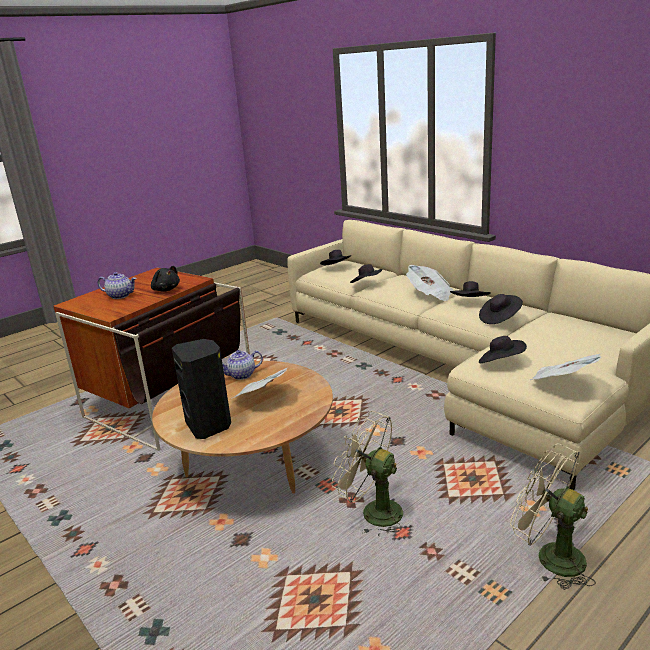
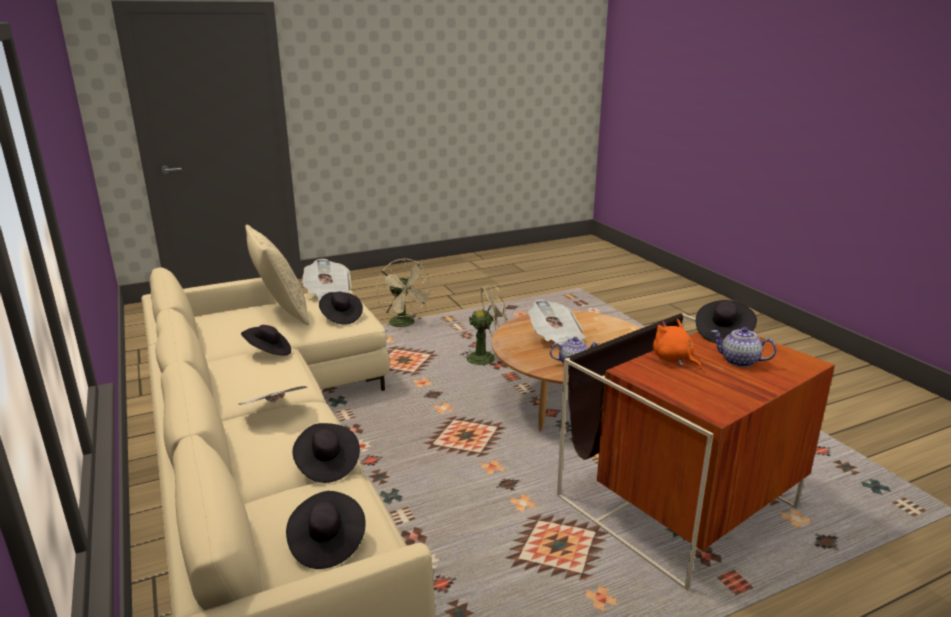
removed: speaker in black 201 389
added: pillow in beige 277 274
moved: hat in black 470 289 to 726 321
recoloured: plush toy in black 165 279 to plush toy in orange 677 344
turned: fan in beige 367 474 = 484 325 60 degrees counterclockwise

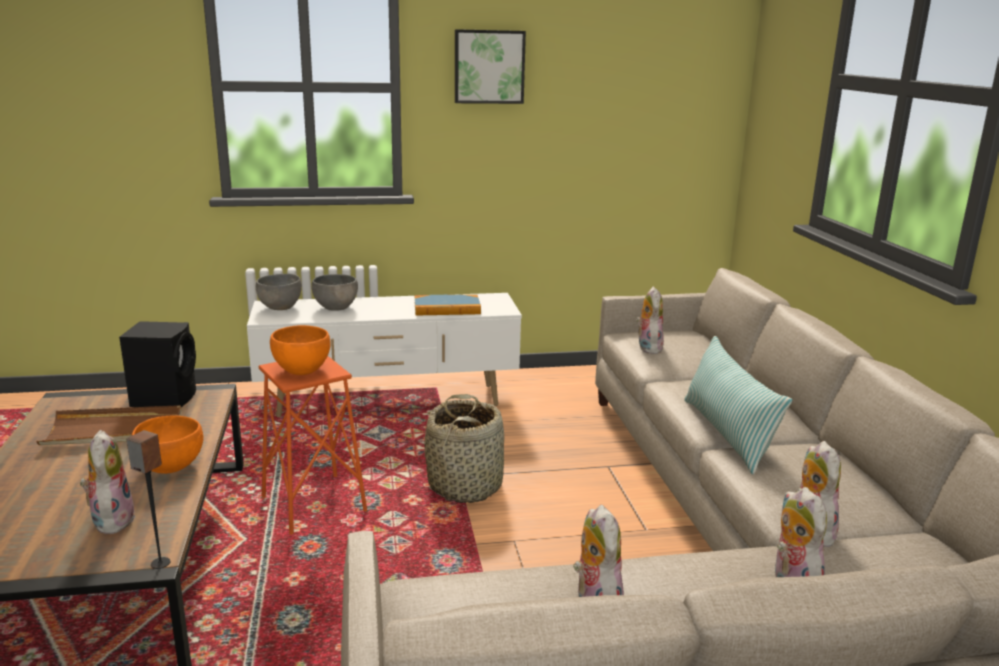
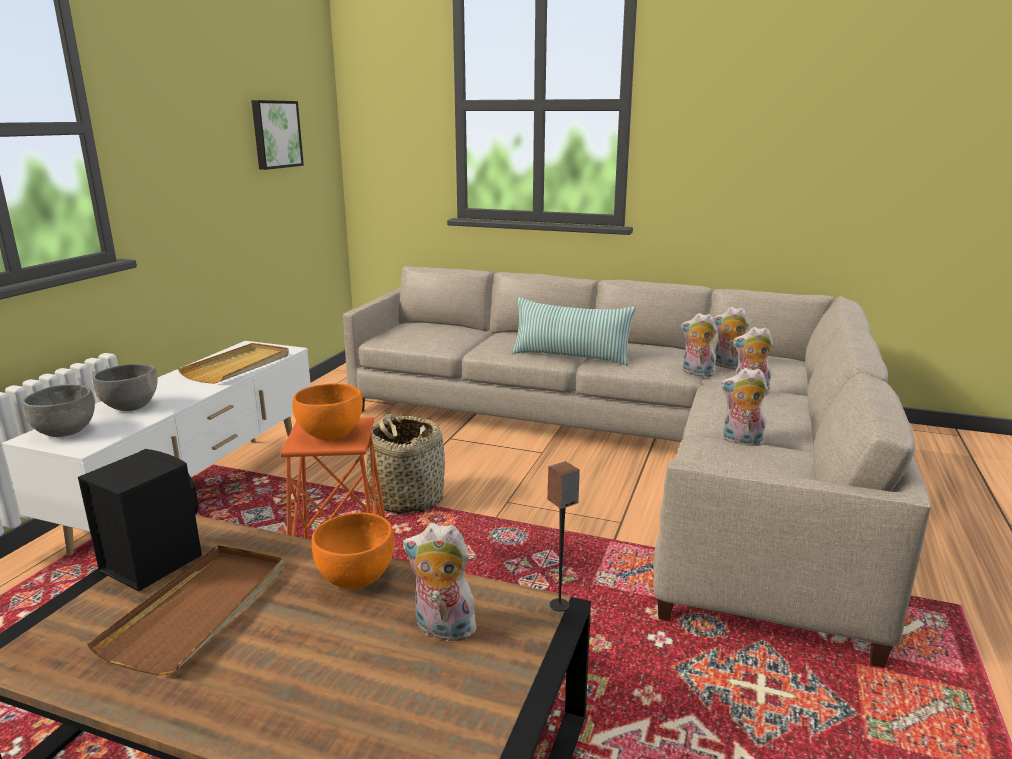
moved: picture 490 66 to 277 135; plush toy 650 320 to 731 338
replaced: book 447 305 to tray in beige 233 363

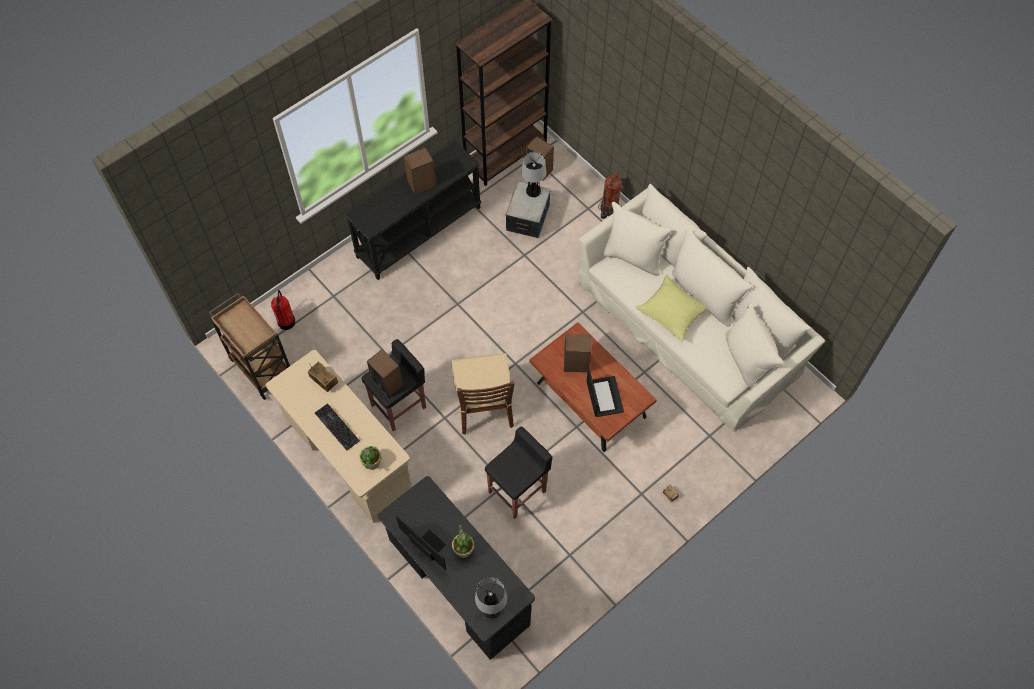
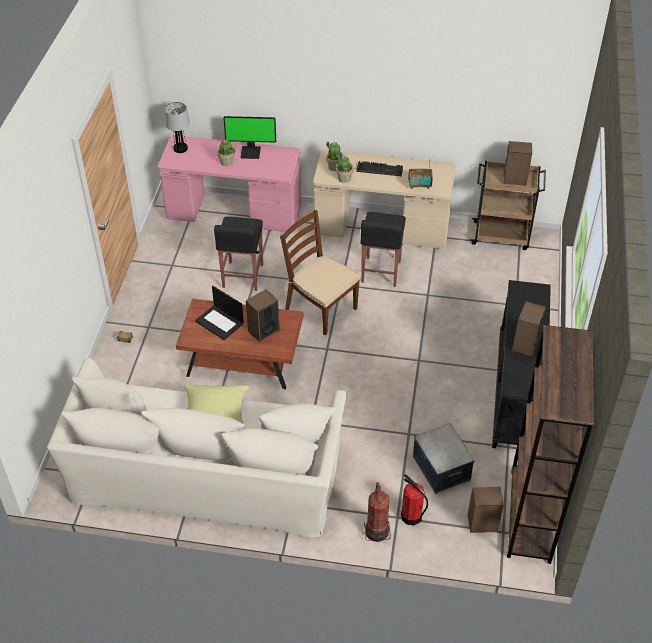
removed: table lamp 533 174
added: potted plant 344 169
moved: fire extinguisher 283 310 to 414 499; speaker 385 373 to 518 163
recoloured: desk in black 456 568 to desk in pink 229 184

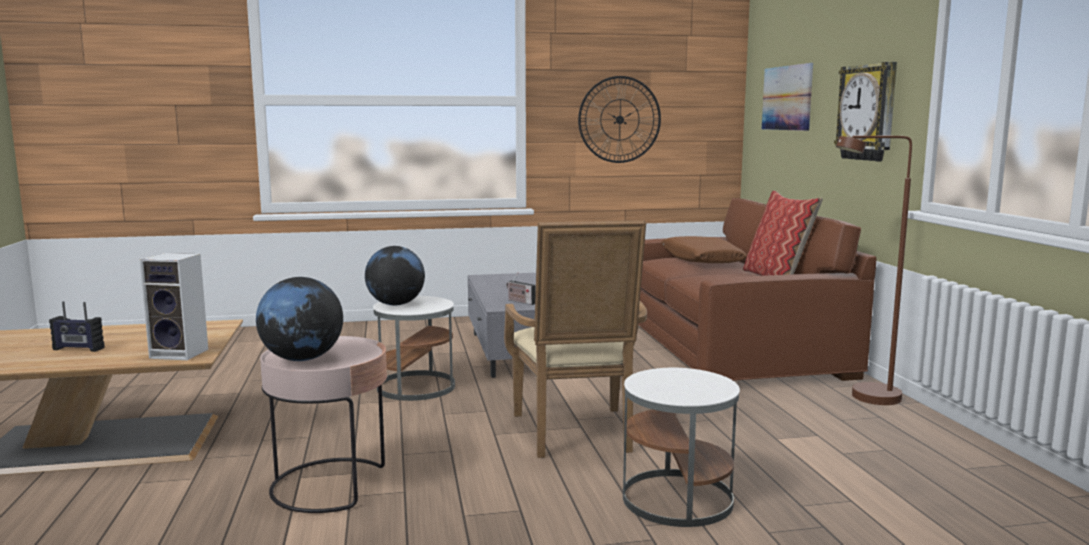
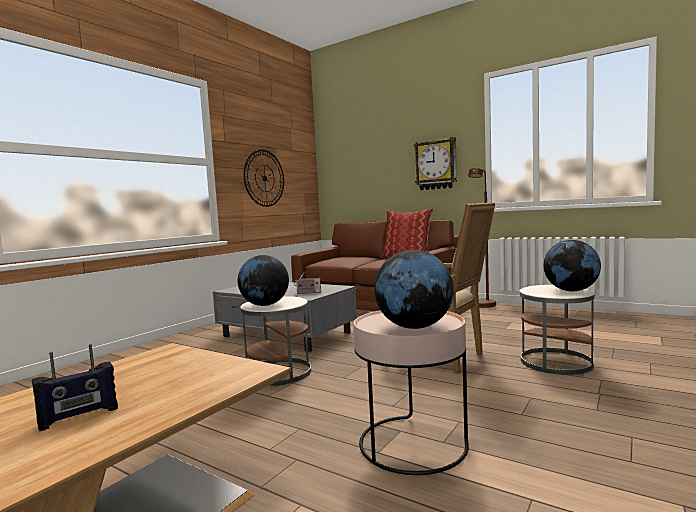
removed: picture 787 97; pillow in brown 704 249; speaker 173 306
added: globe 572 265

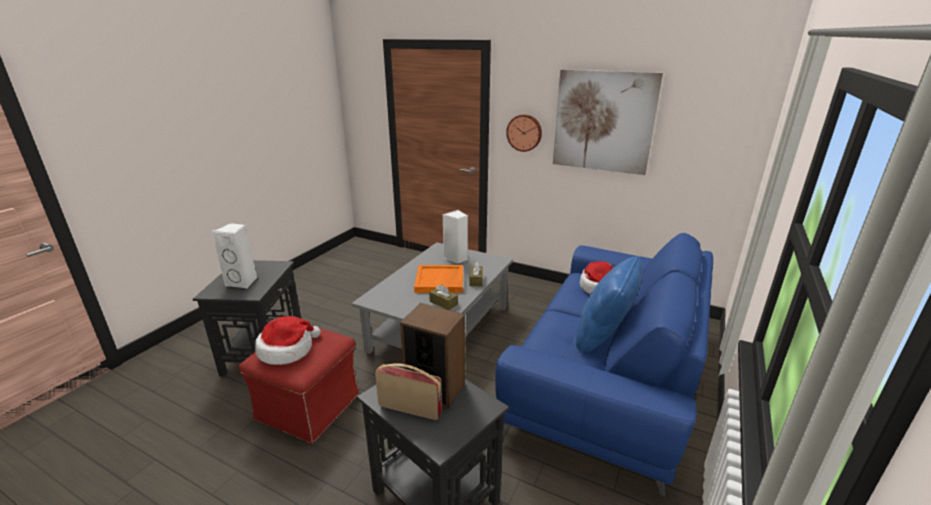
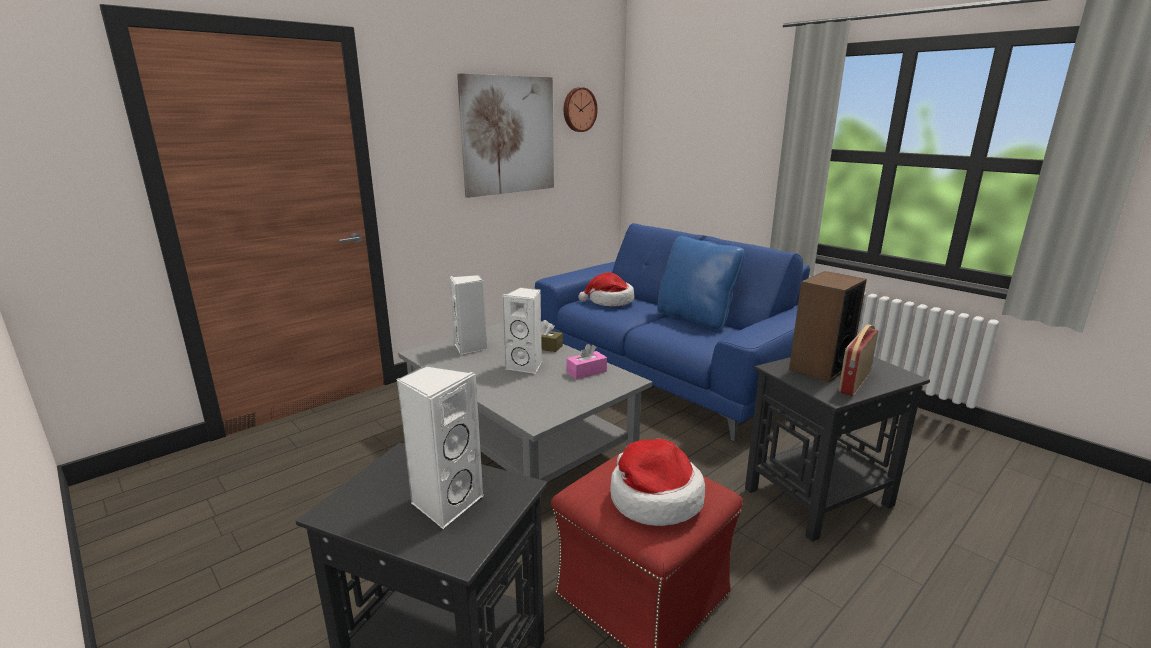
moved: wall clock 524 133 to 581 109
replaced: tray in orange 438 279 to speaker in white 522 330
recoloured: tissue box in brown 443 297 to tissue box in pink 586 362

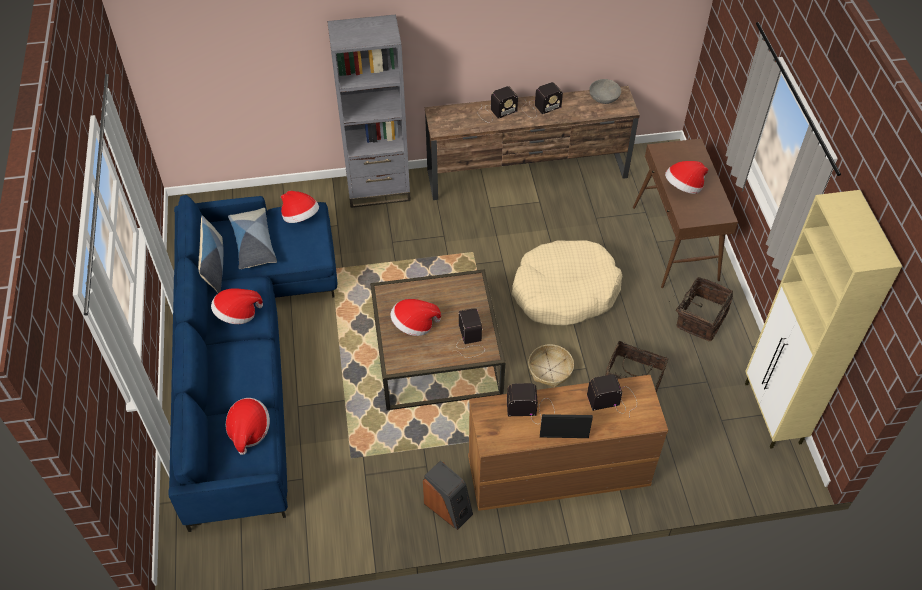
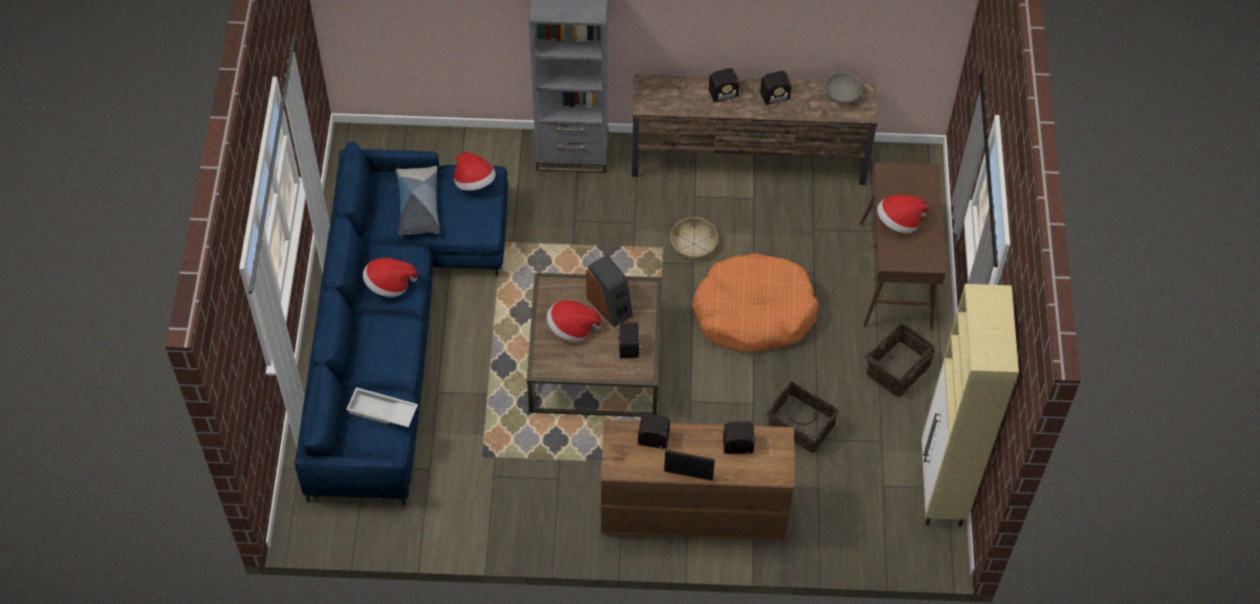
removed: pillow 211 254
moved: basket 551 365 to 694 239; speaker 448 495 to 609 291
replaced: hat 248 426 to tray in white 382 407
recoloured: dog bed in beige 567 283 to dog bed in orange 755 302

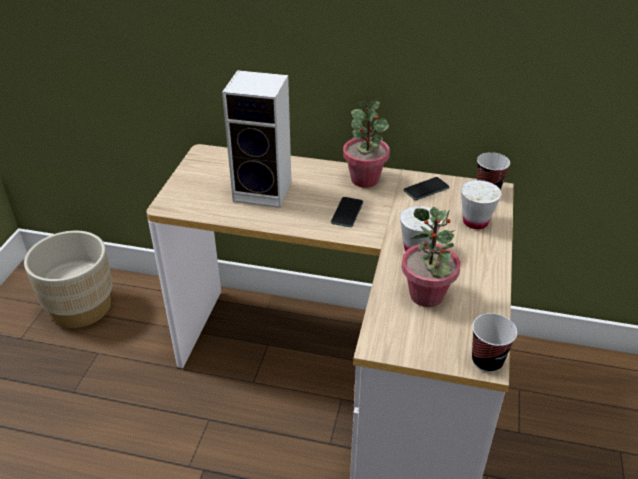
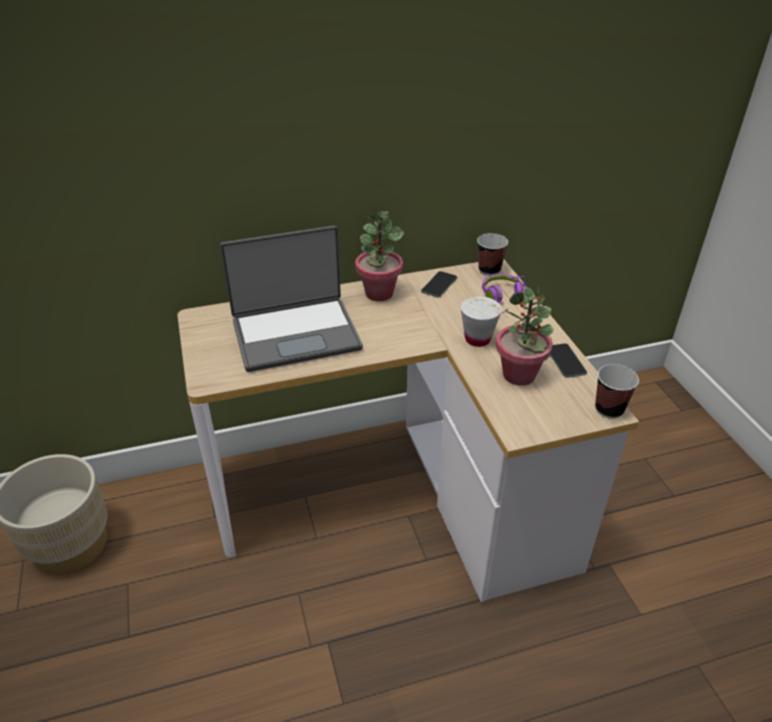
moved: phone 347 212 to 568 360
replaced: speaker 257 139 to laptop 291 299; cup in white 481 204 to headphones in purple 504 293

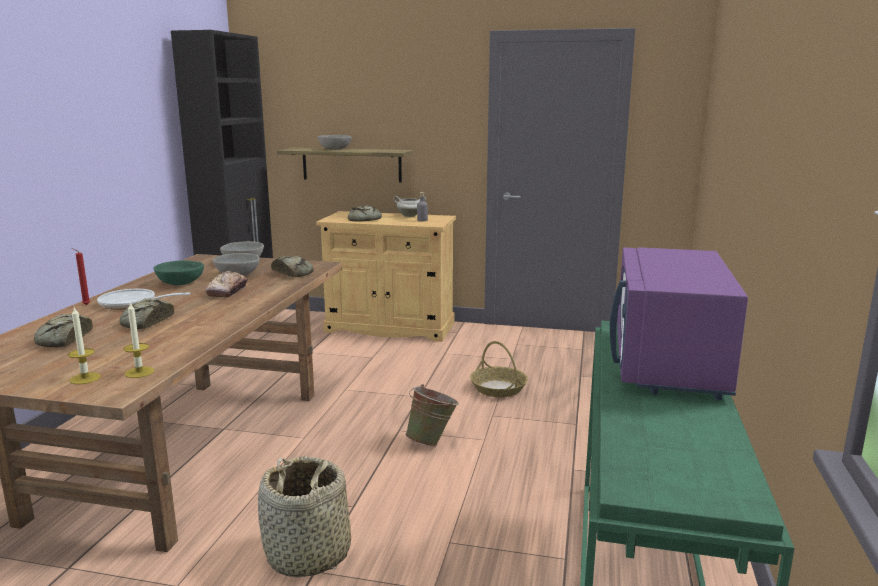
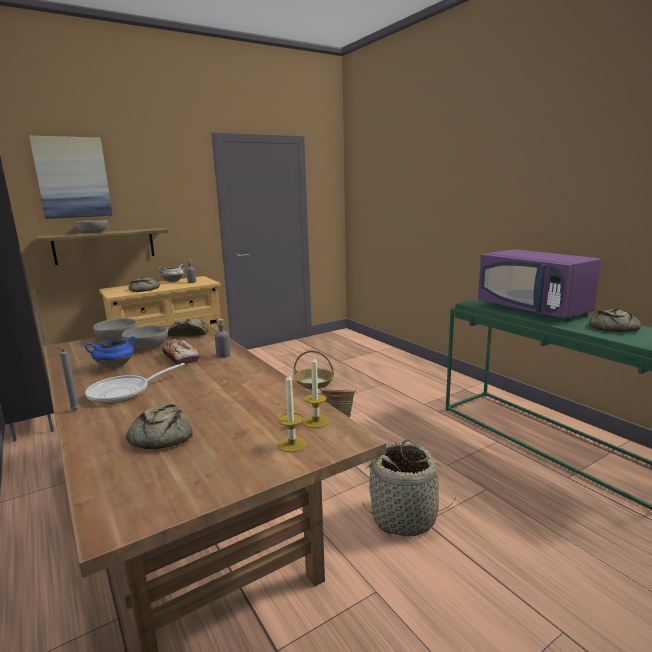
added: picture 71 177; bottle in grey 223 338
moved: bread 146 313 to 615 320
replaced: bowl in green 179 272 to cooking pot in blue 111 352
recoloured: candle in red 80 276 to candle in grey 68 379

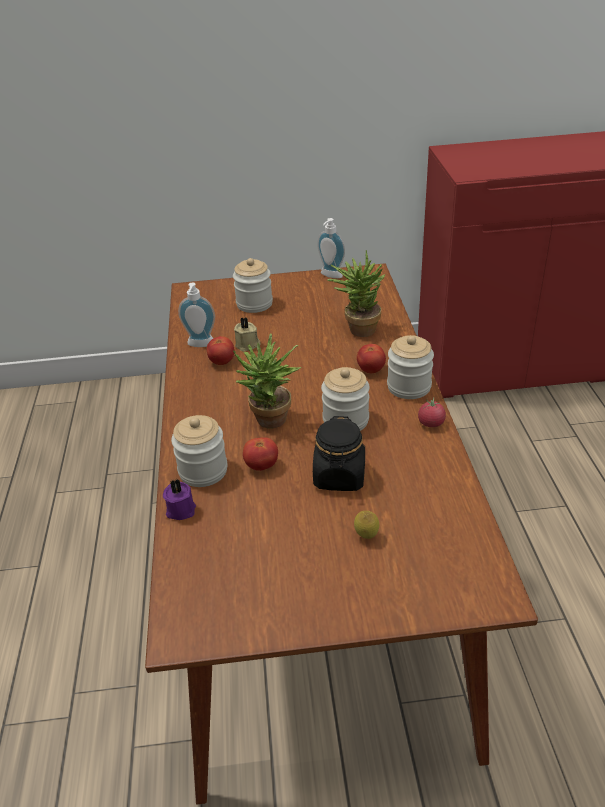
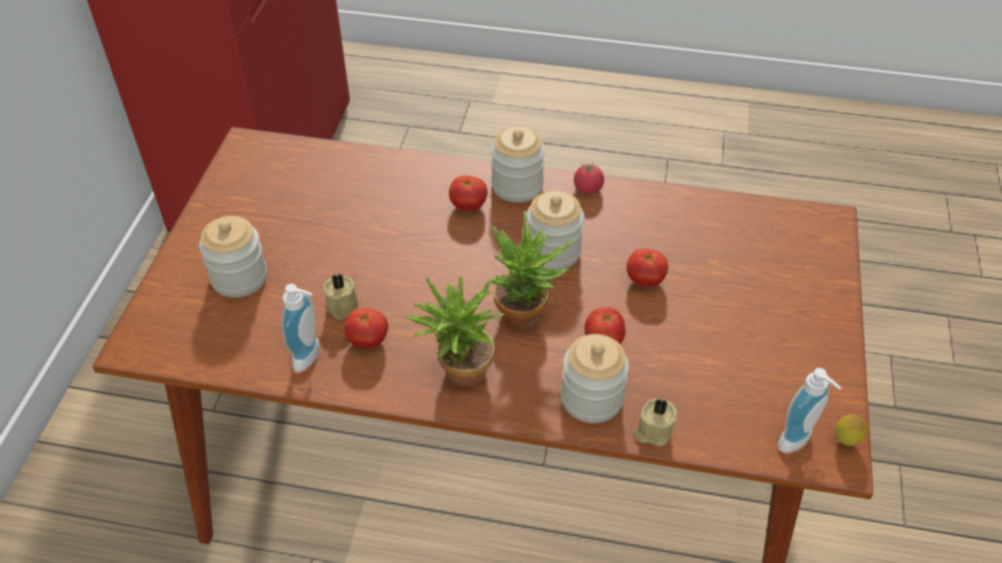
moved: soap dispenser 331 248 to 809 410; potted plant 356 293 to 454 332; lemon 366 525 to 851 430
replaced: jar in black 339 453 to tomato 647 267
recoloured: candle in purple 179 499 to candle in beige 655 422

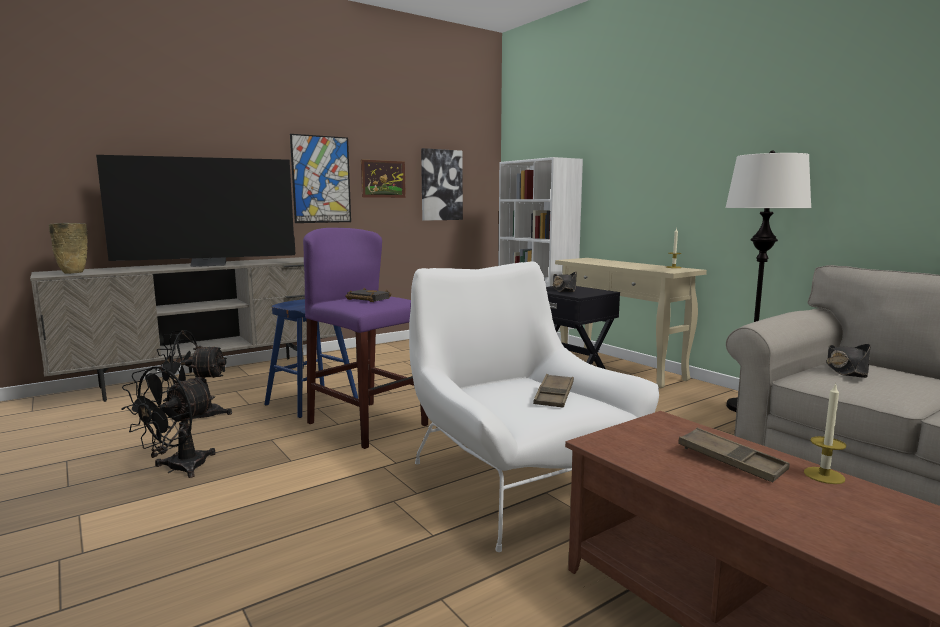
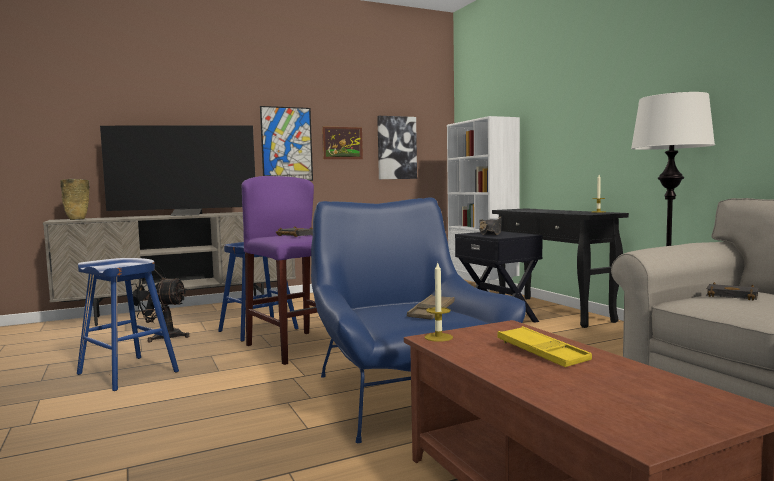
moved: candle 825 433 to 439 301
replaced: hat in black 849 361 to book in black 732 291; fan in black 168 422 to stool in blue 128 324
recoloured: console table in beige 631 323 to console table in black 560 268; armchair in white 534 406 to armchair in blue 418 320; tray in brown 734 455 to tray in yellow 544 346

